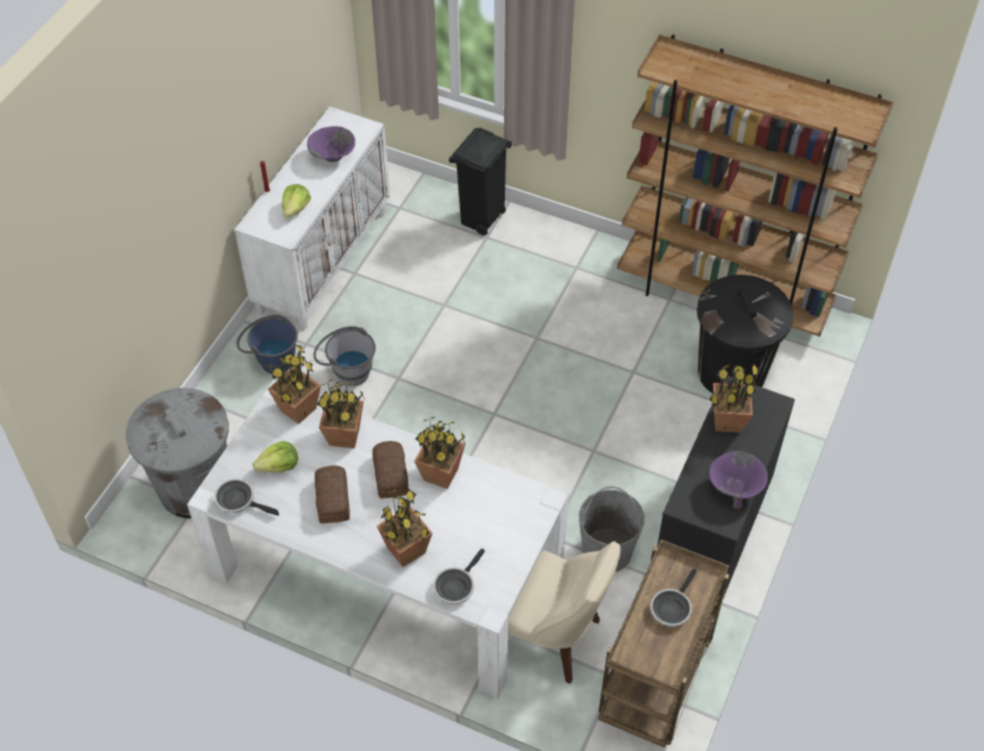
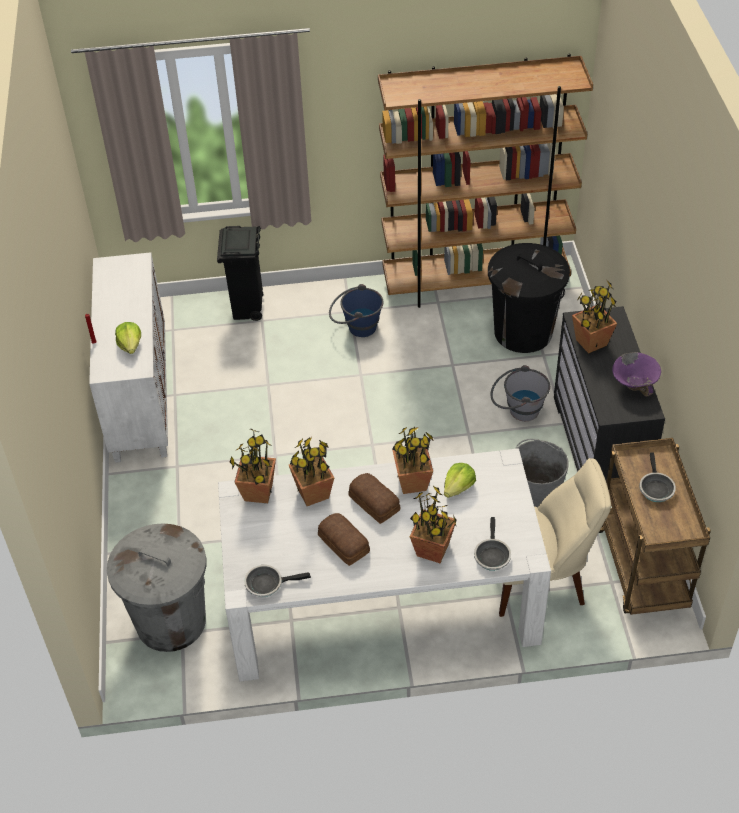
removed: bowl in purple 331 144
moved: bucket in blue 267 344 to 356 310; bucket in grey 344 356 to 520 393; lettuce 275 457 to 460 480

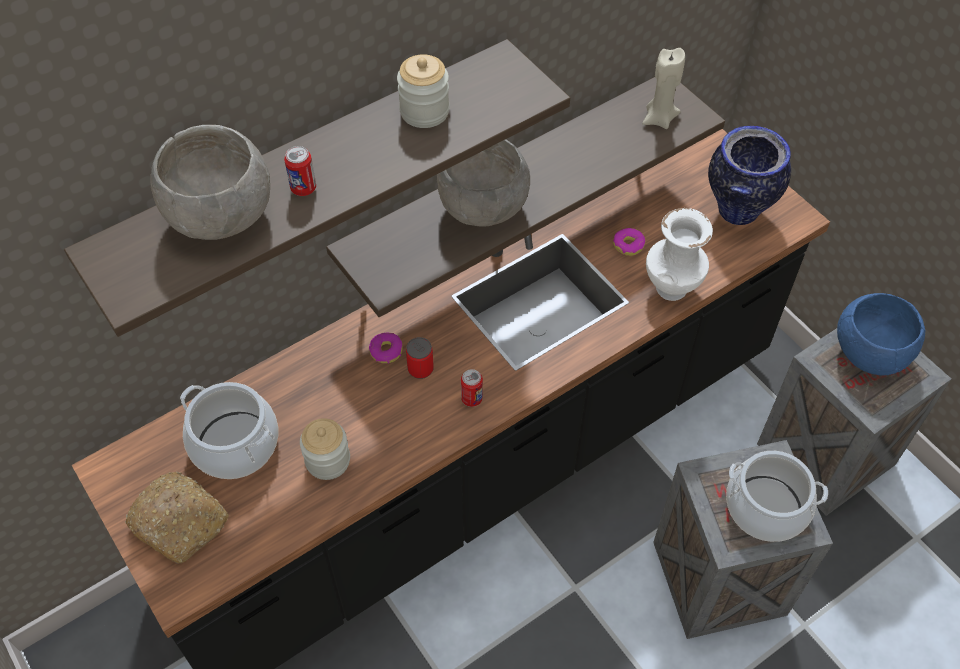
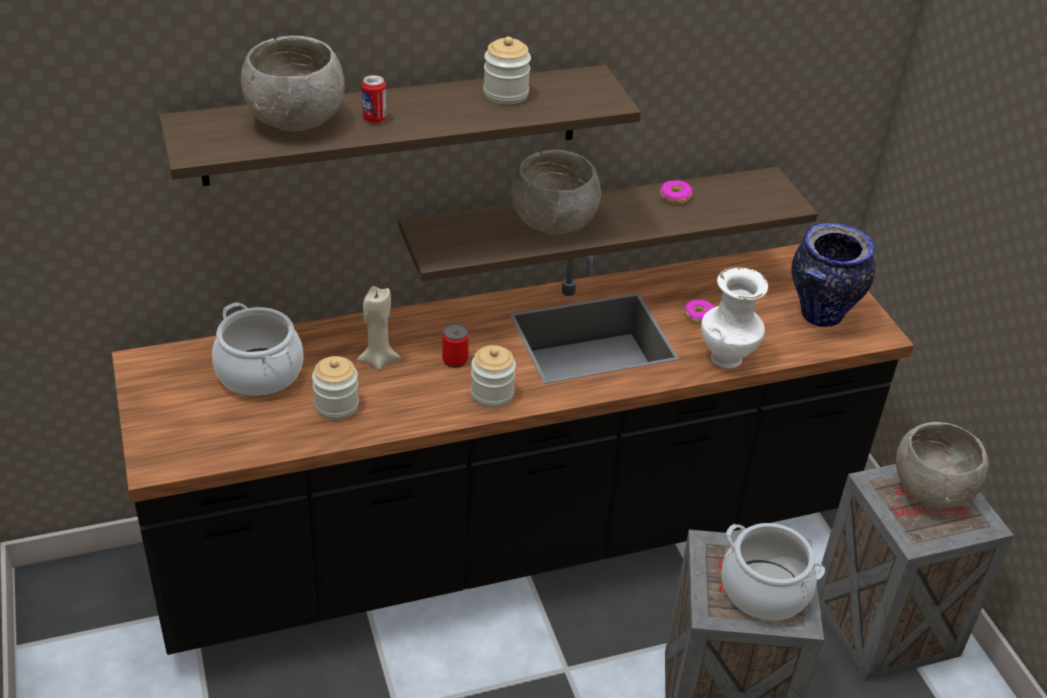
removed: bread 177 517
moved: candle in beige 664 88 to 379 328; donut 386 348 to 676 192
replaced: can 472 388 to jar 493 376
recoloured: bowl in blue 881 334 to bowl in grey 942 465

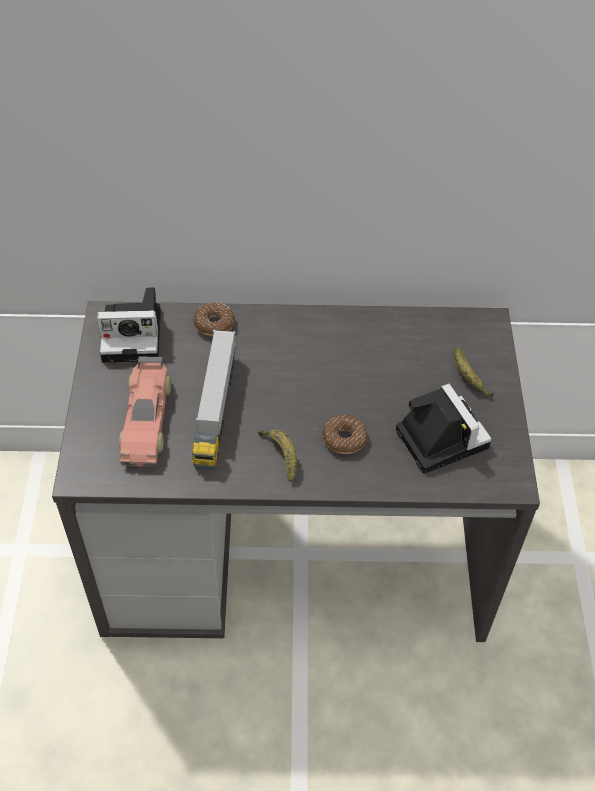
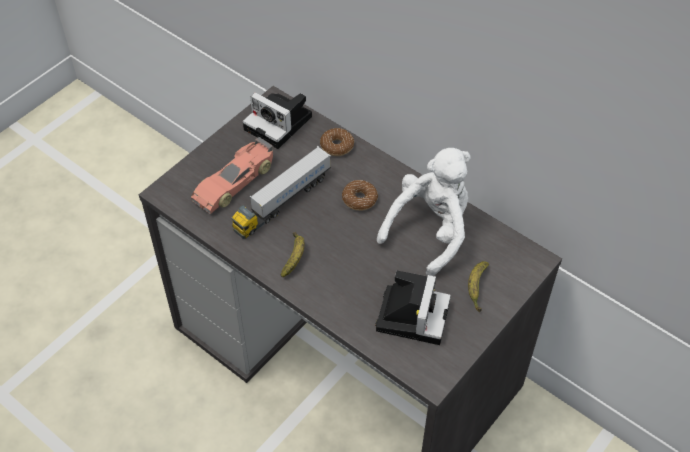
added: plush toy in white 424 212
moved: donut 344 434 to 360 195

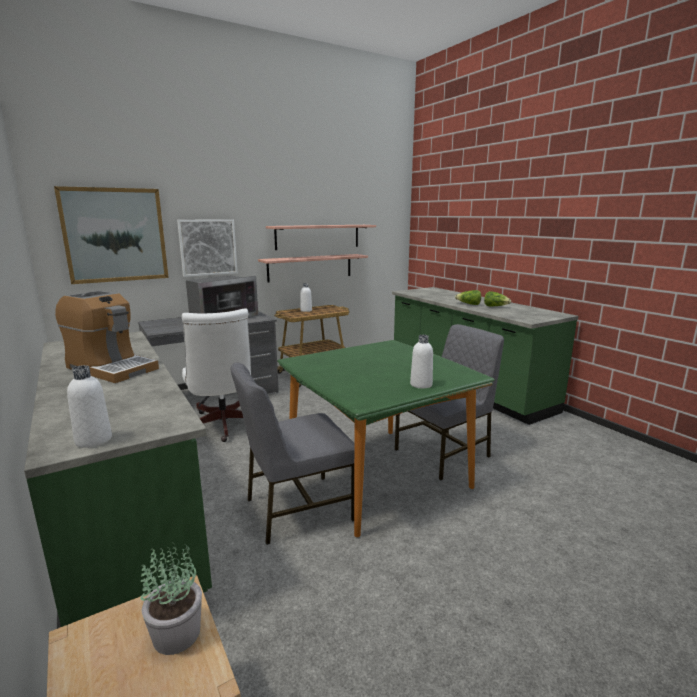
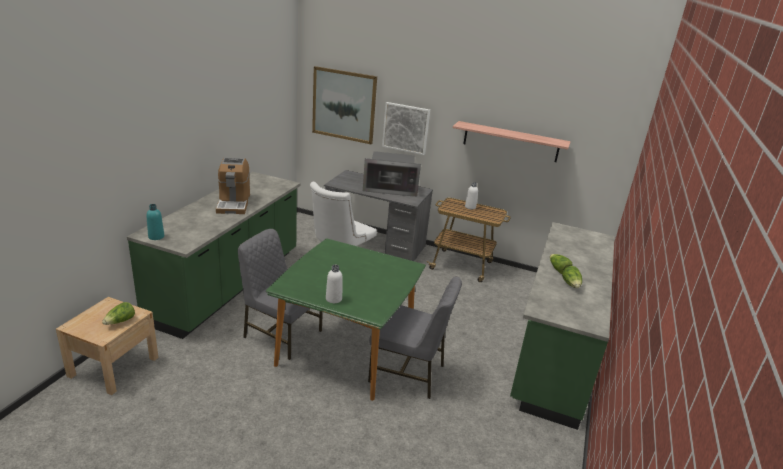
removed: shelf 313 268
replaced: potted plant 171 598 to lettuce 118 313
recoloured: bottle in white 89 406 to bottle in turquoise 155 222

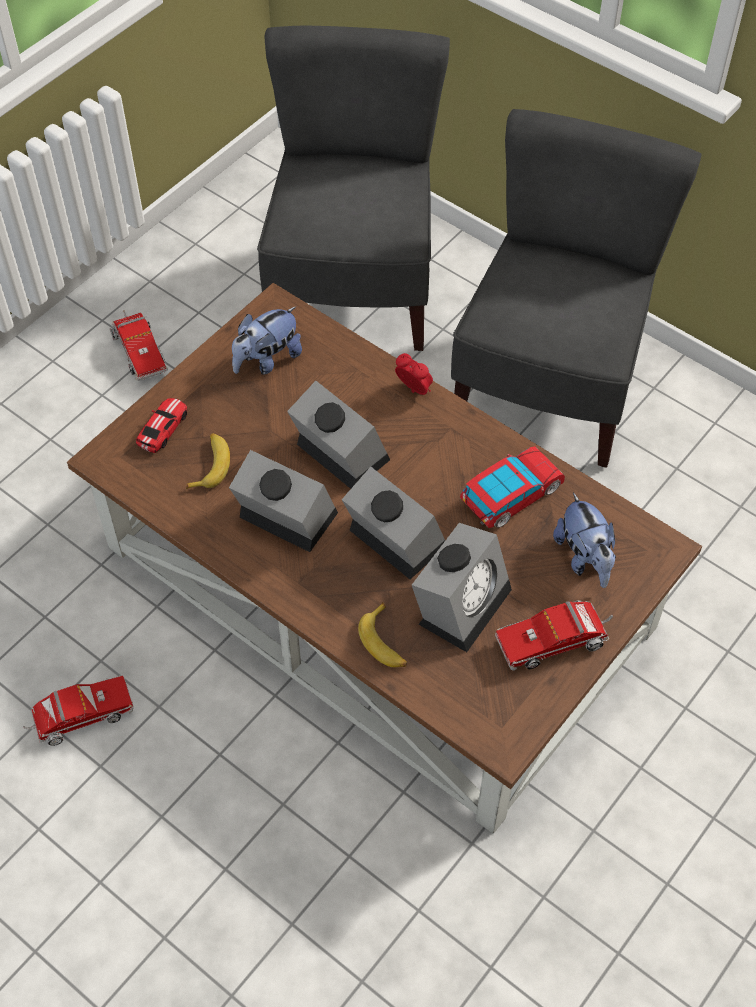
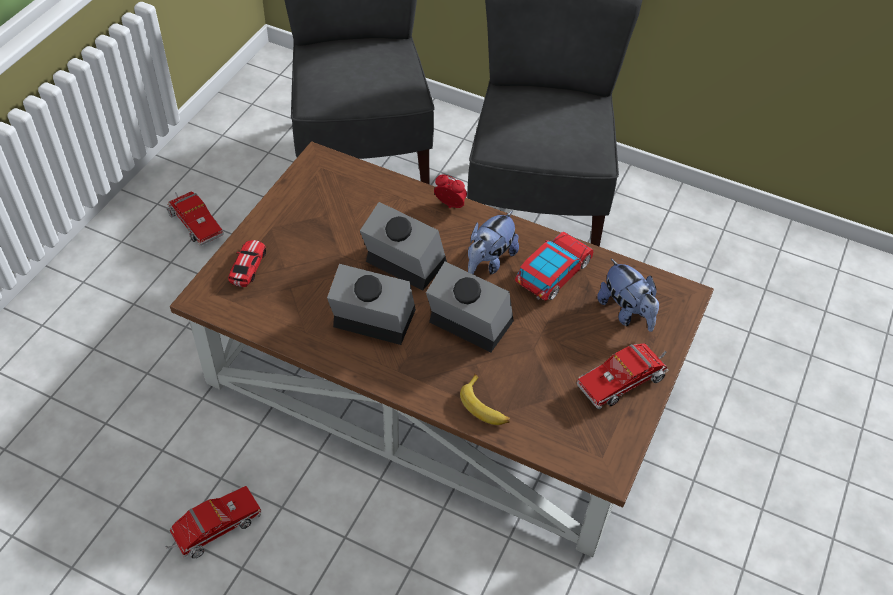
removed: banana 208 461; alarm clock 462 587
moved: plush toy 267 340 to 493 243

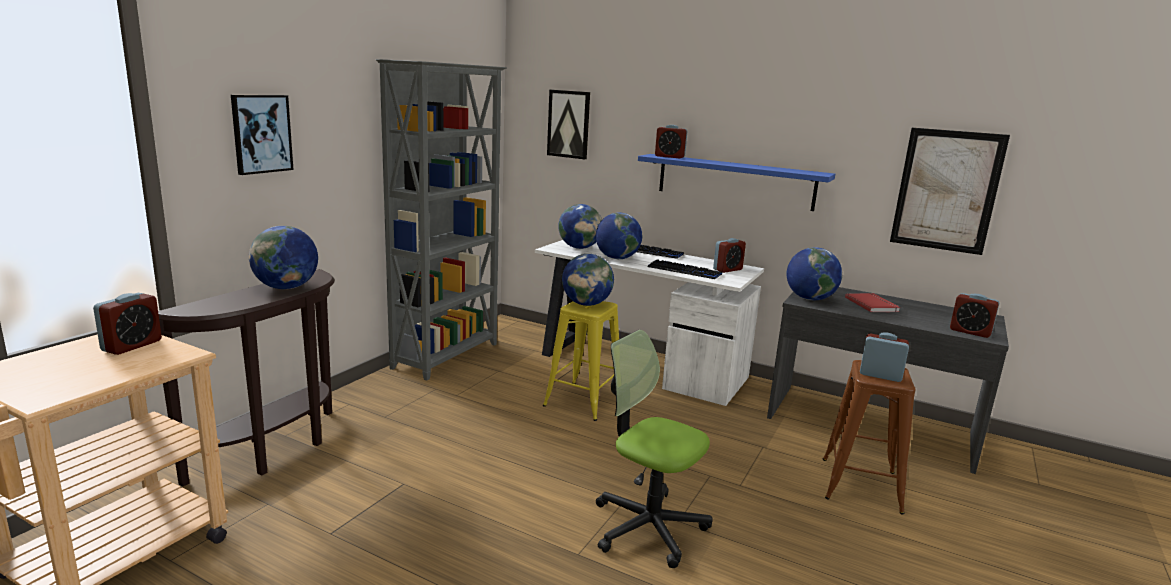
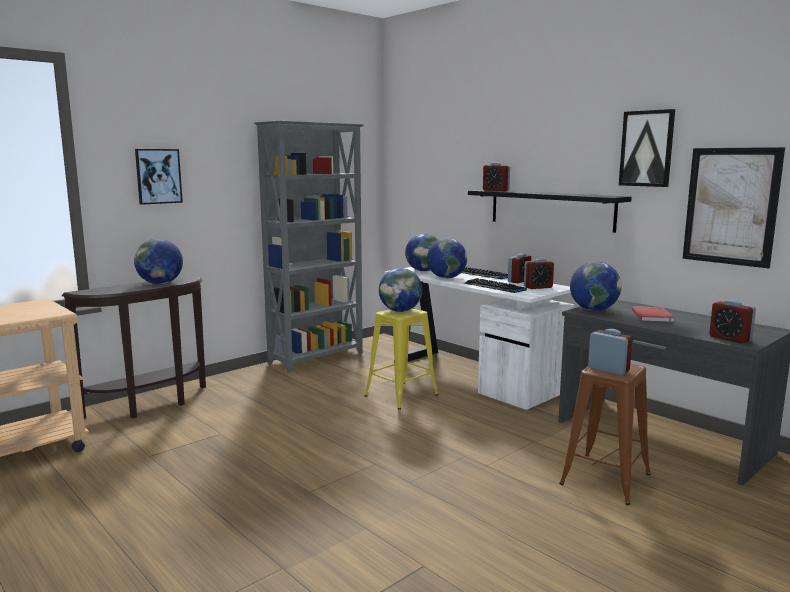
removed: office chair 654 449
moved: picture 568 124 to 647 148; alarm clock 127 324 to 519 268
recoloured: shelf in blue 736 182 to shelf in black 550 211

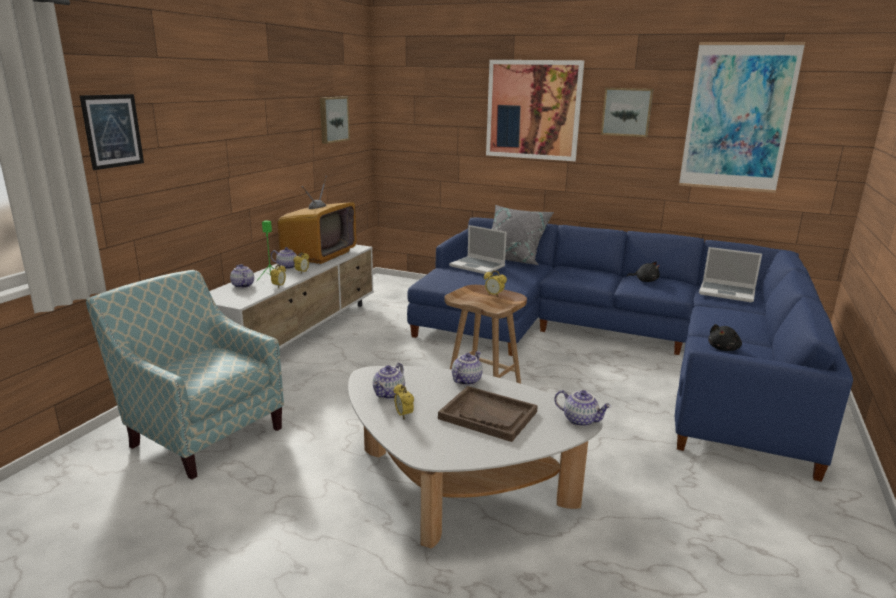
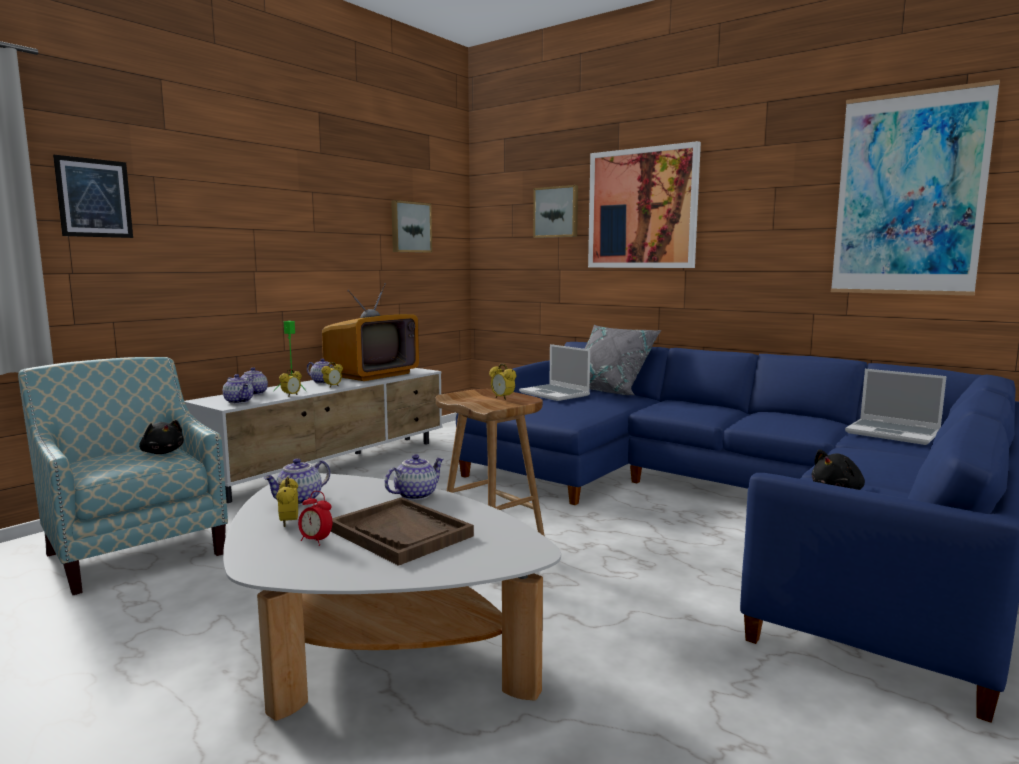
added: alarm clock 315 518
moved: picture 627 112 to 555 211; plush toy in black 643 272 to 161 437; teapot 582 408 to 238 389

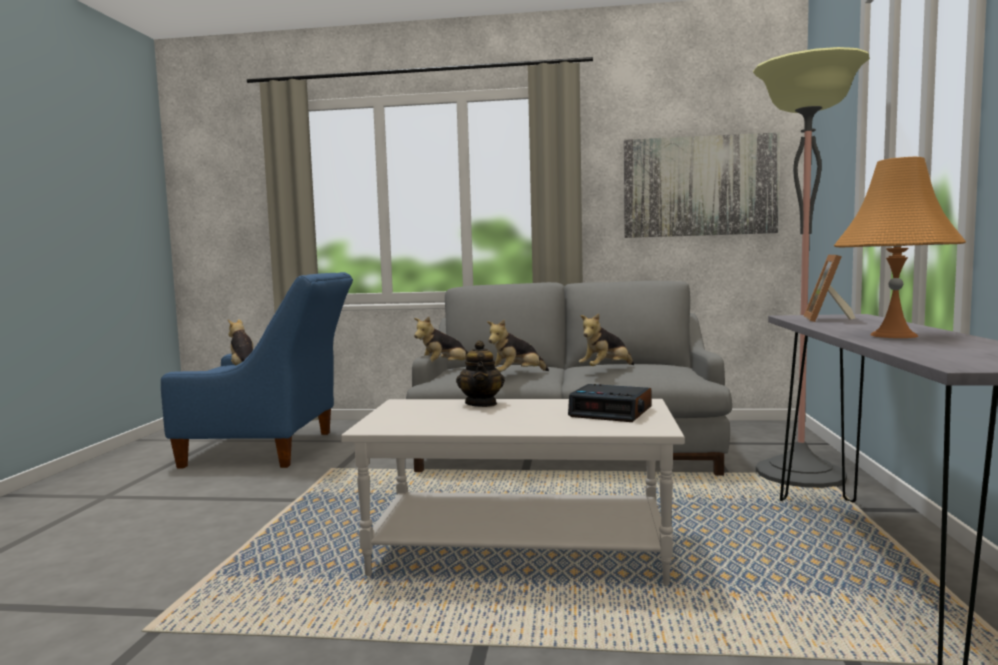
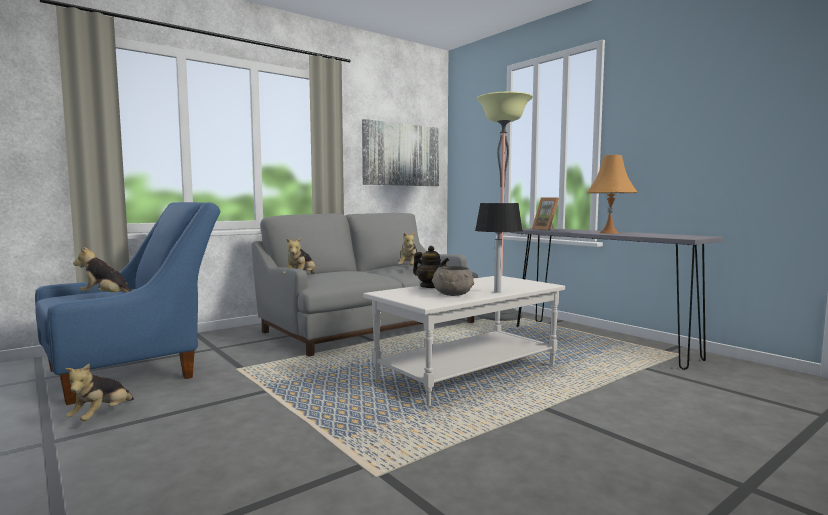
removed: alarm clock 610 403
added: table lamp 499 248; bowl in grey 453 281
moved: plush toy 518 346 to 99 392

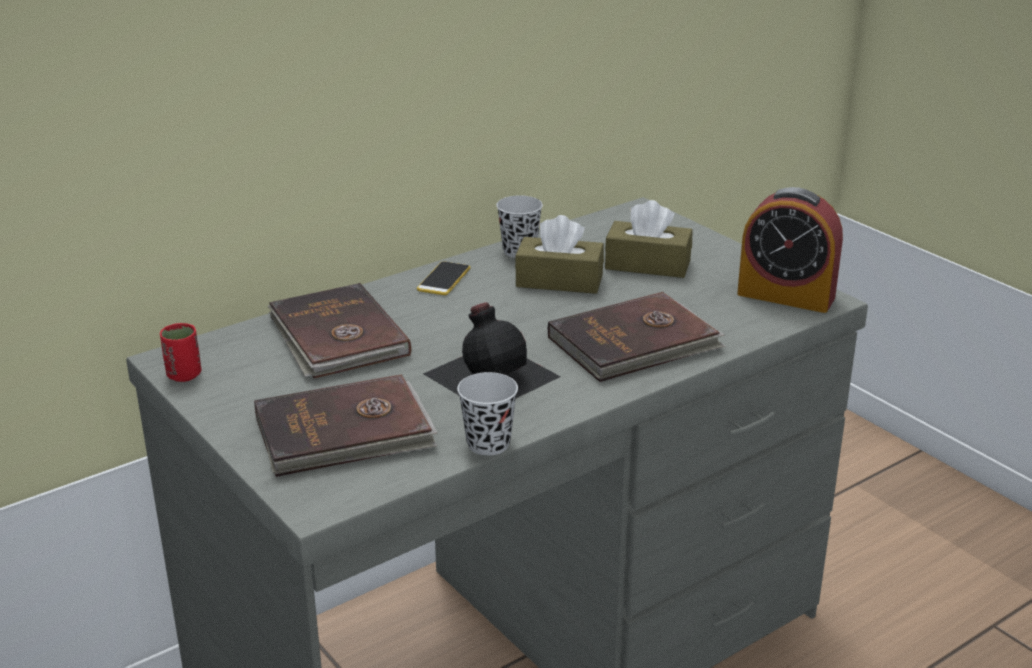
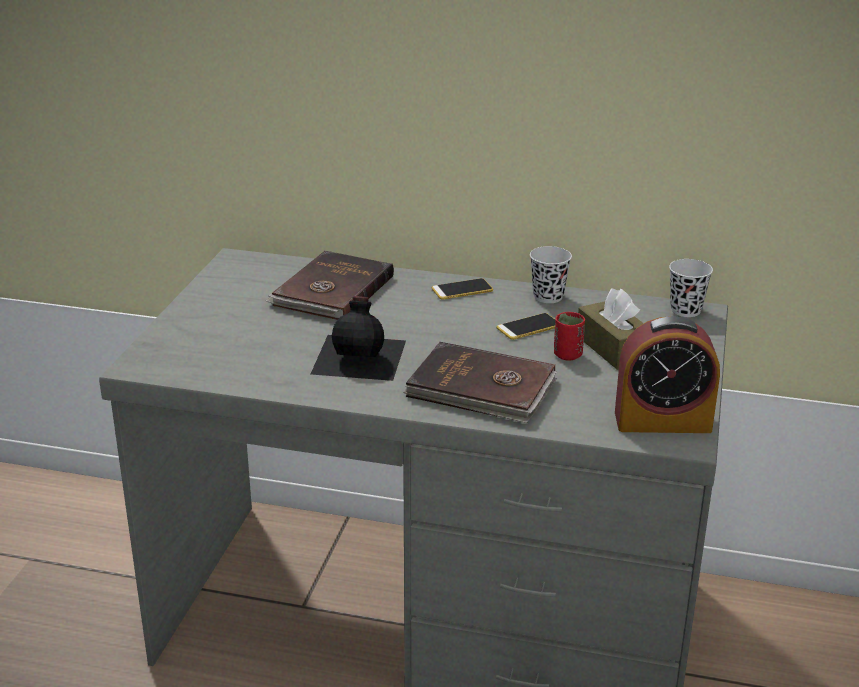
removed: book in brown 346 425
moved: cup in red 181 352 to 569 336; cup in black 487 414 to 691 288
replaced: tissue box in brown 559 254 to phone 526 326
turned: alarm clock 790 250 = 667 374 75 degrees counterclockwise

